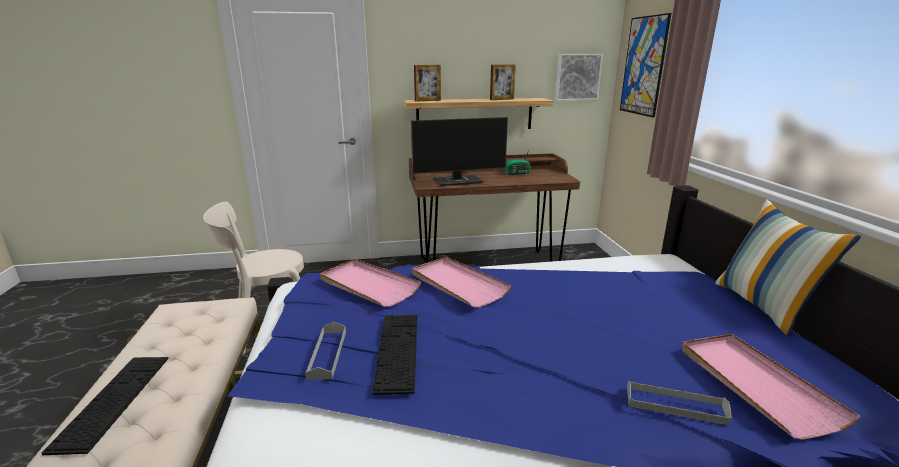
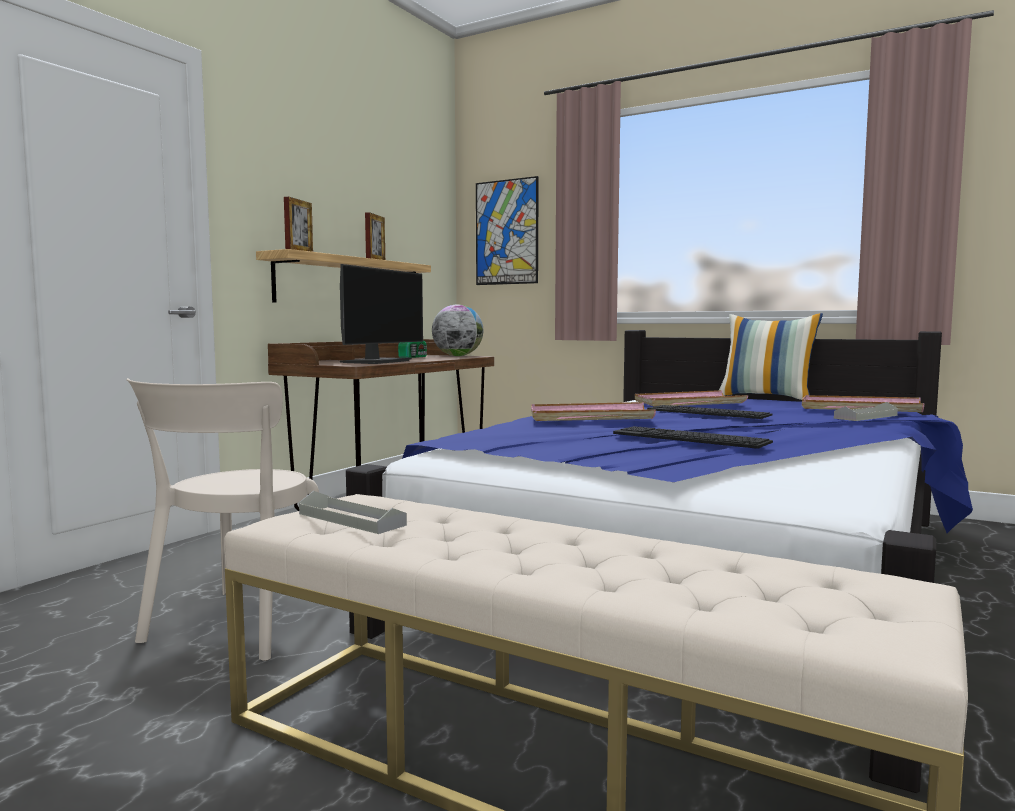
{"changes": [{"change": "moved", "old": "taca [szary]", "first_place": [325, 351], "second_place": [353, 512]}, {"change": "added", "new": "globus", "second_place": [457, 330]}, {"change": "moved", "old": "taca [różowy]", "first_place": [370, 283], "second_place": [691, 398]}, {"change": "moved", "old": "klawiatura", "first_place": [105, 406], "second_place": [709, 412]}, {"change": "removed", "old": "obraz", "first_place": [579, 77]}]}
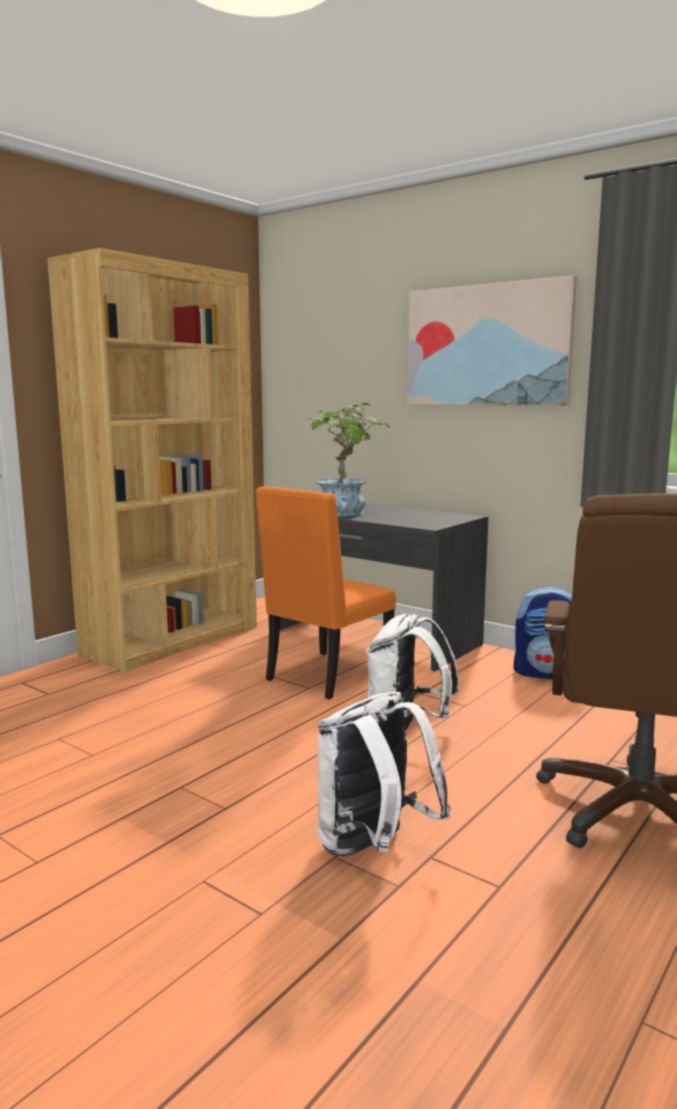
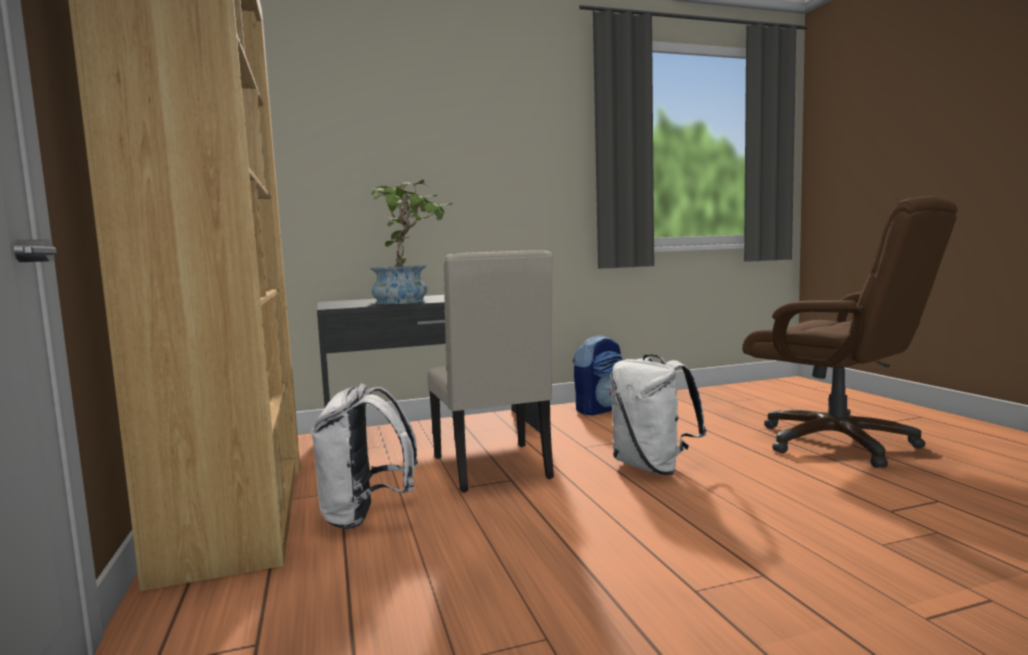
{"changes": [{"change": "moved", "old": "plecak [biały]", "first_place": [384, 774], "second_place": [364, 456]}, {"change": "recoloured", "old": "krzesło [pomarańczowy]", "new": "krzesło [beżowy]", "first_place": [326, 593], "second_place": [490, 371]}, {"change": "removed", "old": "obraz", "first_place": [492, 340]}]}
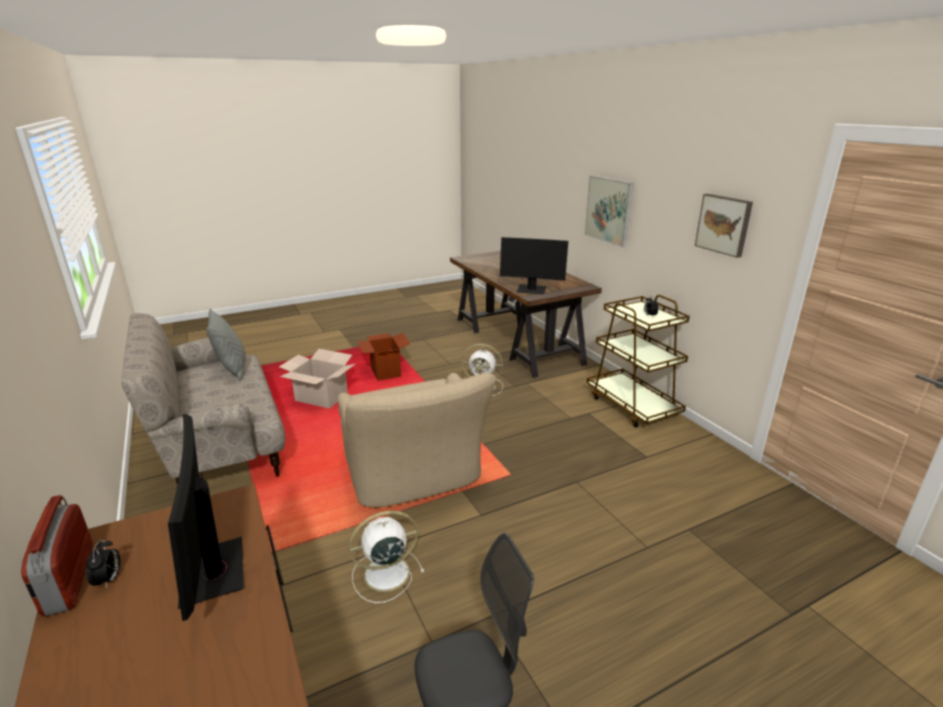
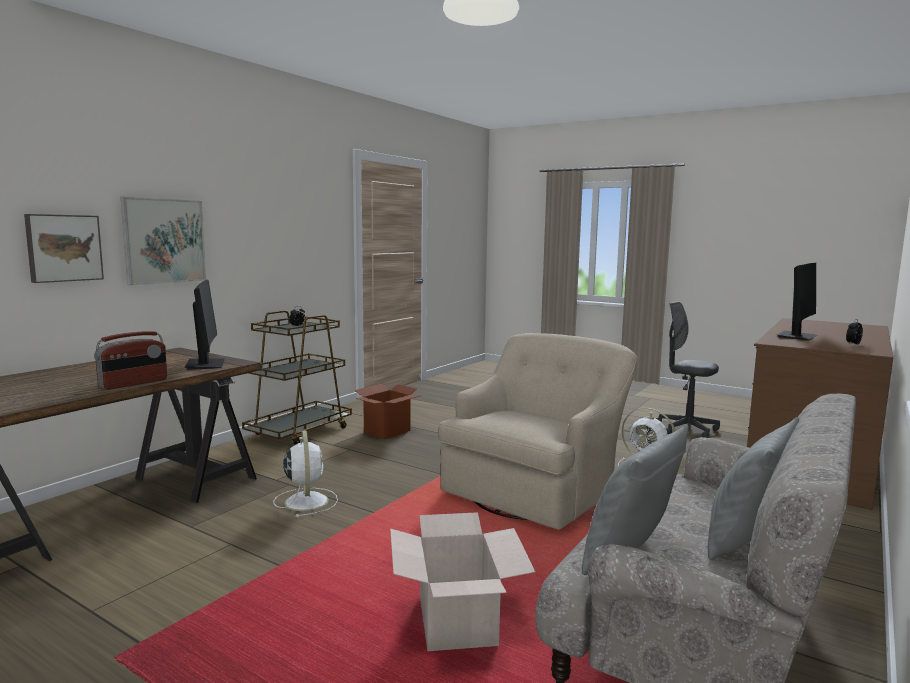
{"changes": [{"change": "moved", "old": "obraz", "first_place": [724, 226], "second_place": [64, 248]}, {"change": "moved", "old": "radio", "first_place": [57, 556], "second_place": [130, 360]}, {"change": "moved", "old": "karton", "first_place": [384, 356], "second_place": [386, 412]}, {"change": "added", "new": "poduszka [szary]", "second_place": [753, 488]}]}
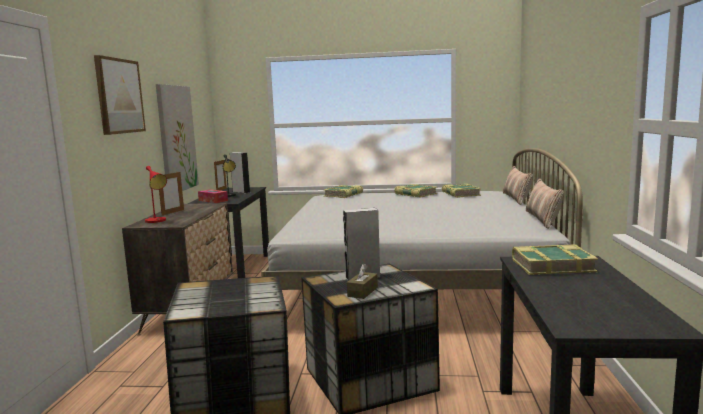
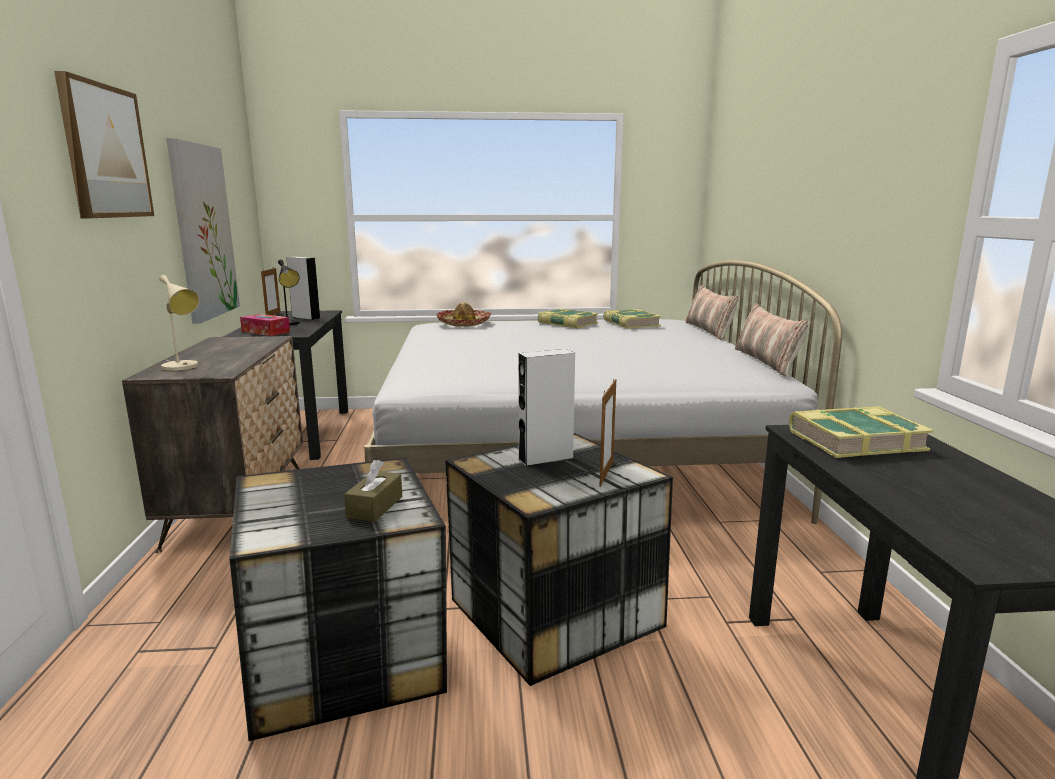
{"changes": [{"change": "recoloured", "old": "lampa stołowa [czerwony]", "new": "lampa stołowa [beżowy]", "first_place": [156, 194], "second_place": [179, 323]}, {"change": "moved", "old": "pudełko chusteczek [brązowy]", "first_place": [362, 281], "second_place": [373, 491]}, {"change": "replaced", "old": "książka", "new": "kapelusz", "first_place": [343, 191], "second_place": [464, 314]}, {"change": "moved", "old": "ramka na zdjęcie", "first_place": [171, 193], "second_place": [607, 432]}]}
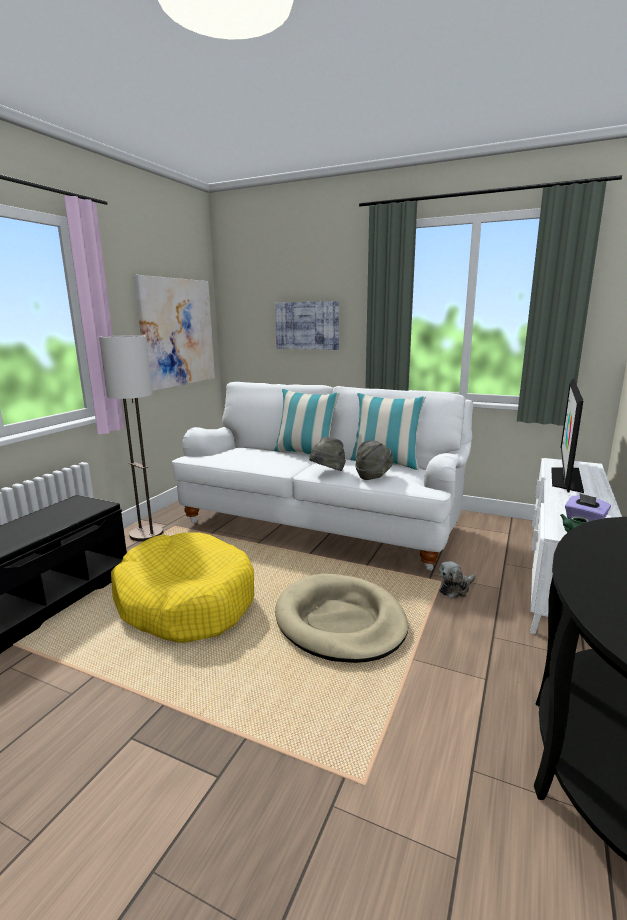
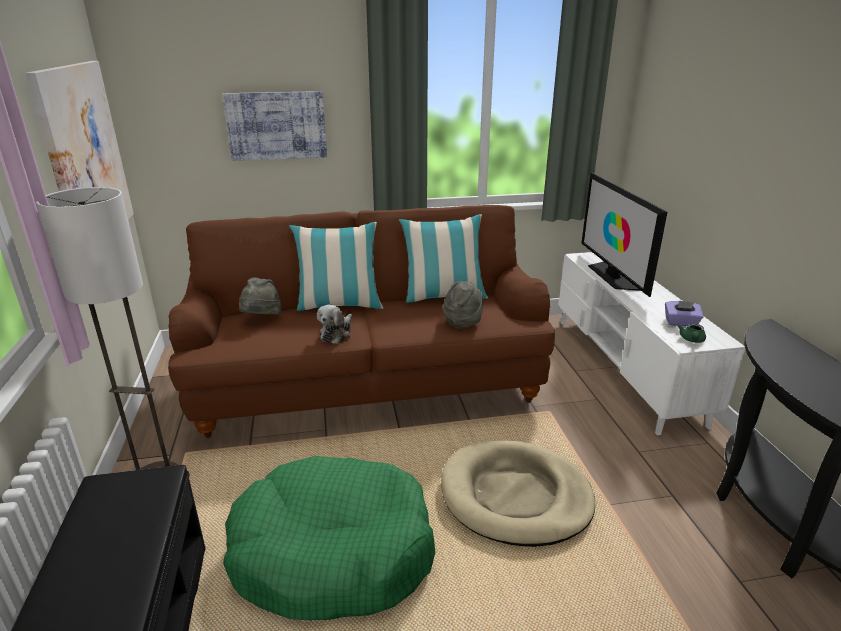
{"changes": [{"change": "recoloured", "old": "kanapa [biały]", "new": "kanapa [brązowy]", "first_place": [322, 476], "second_place": [361, 321]}, {"change": "recoloured", "old": "legowisko [żółty]", "new": "legowisko [zielony]", "first_place": [182, 588], "second_place": [329, 538]}, {"change": "moved", "old": "kapelusz [szary]", "first_place": [327, 454], "second_place": [260, 296]}, {"change": "moved", "old": "pluszak", "first_place": [457, 580], "second_place": [334, 324]}]}
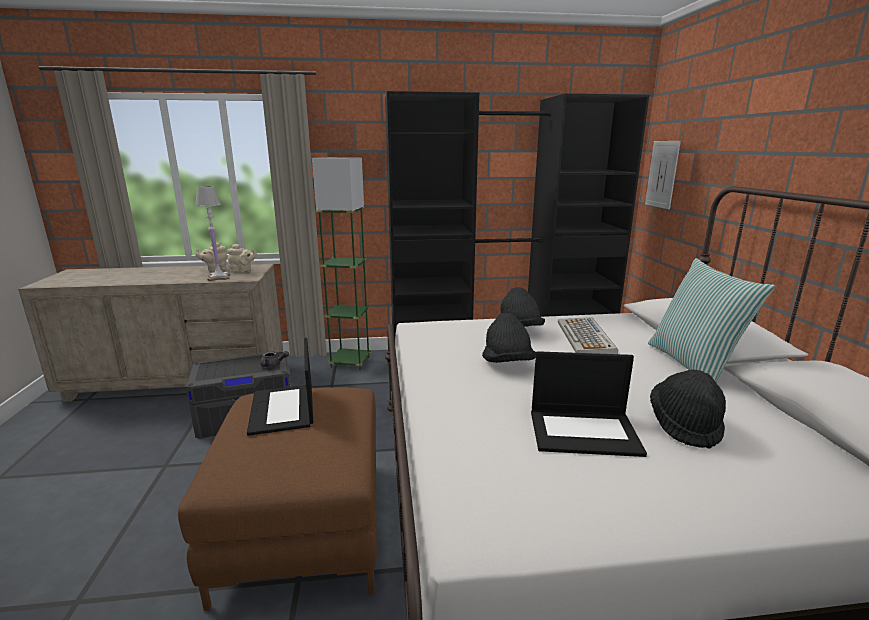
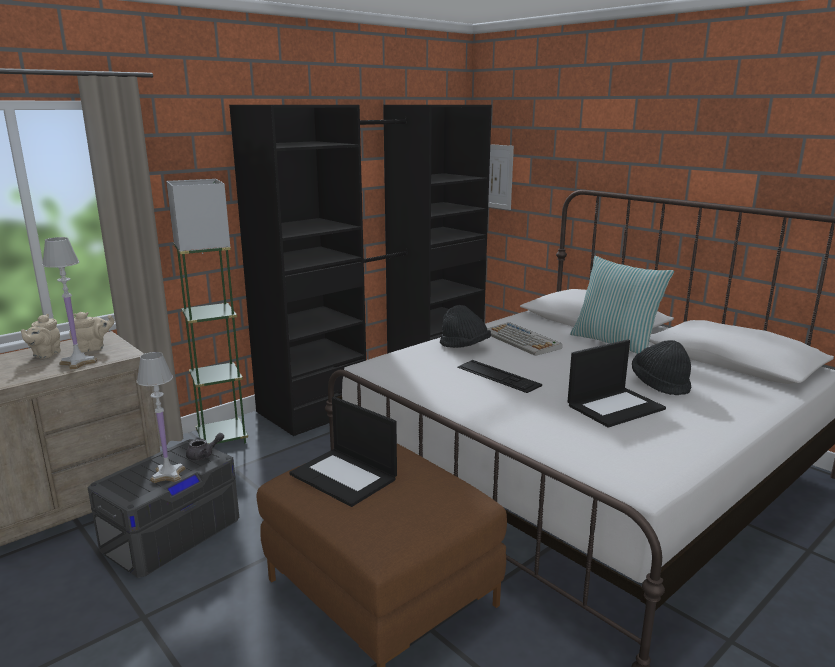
{"changes": [{"change": "added", "new": "lampa stołowa [biały]", "second_place": [161, 417]}, {"change": "replaced", "old": "kapelusz [czarny]", "new": "klawiatura", "first_place": [509, 338], "second_place": [499, 376]}]}
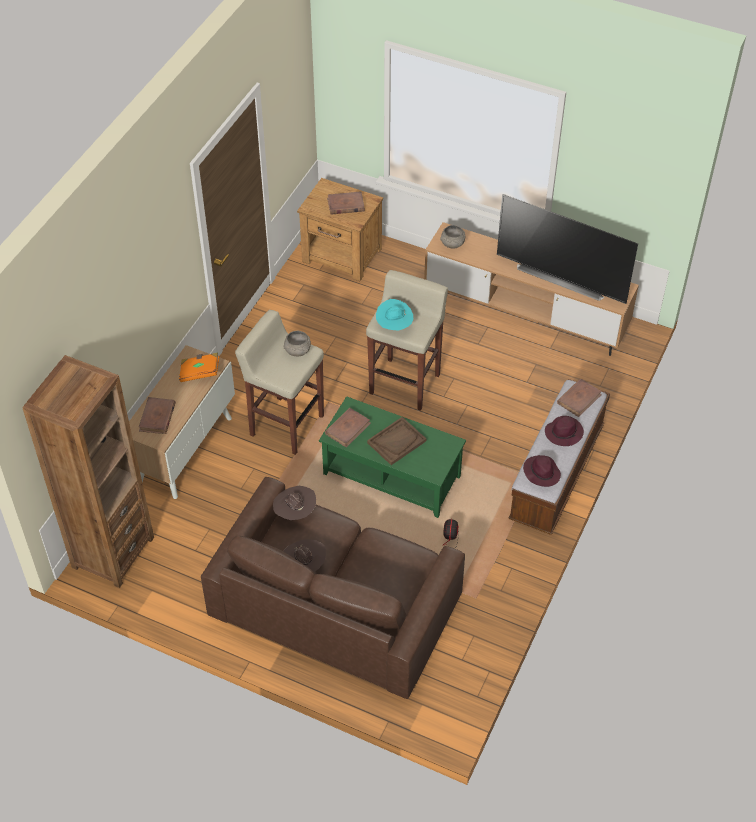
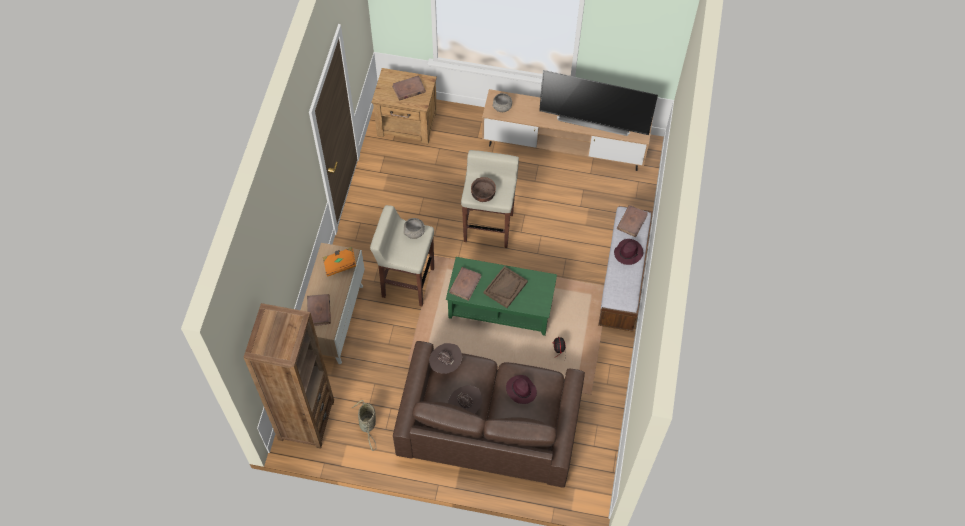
{"changes": [{"change": "added", "new": "koszyk", "second_place": [364, 425]}, {"change": "replaced", "old": "kapelusz [turkusowy]", "new": "miska [brązowy]", "first_place": [394, 314], "second_place": [483, 189]}, {"change": "moved", "old": "kapelusz [fioletowy]", "first_place": [542, 471], "second_place": [521, 389]}]}
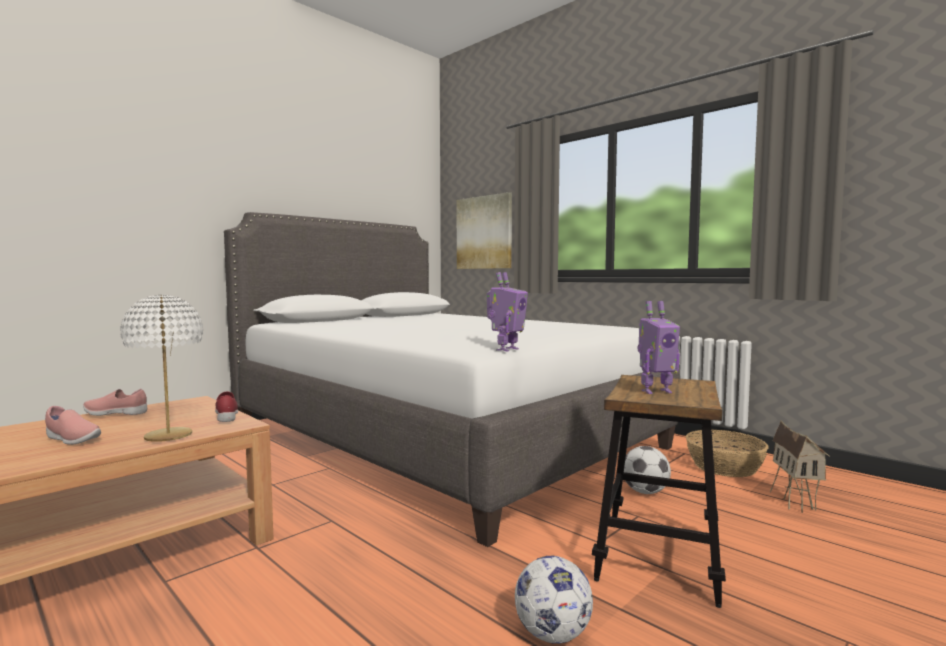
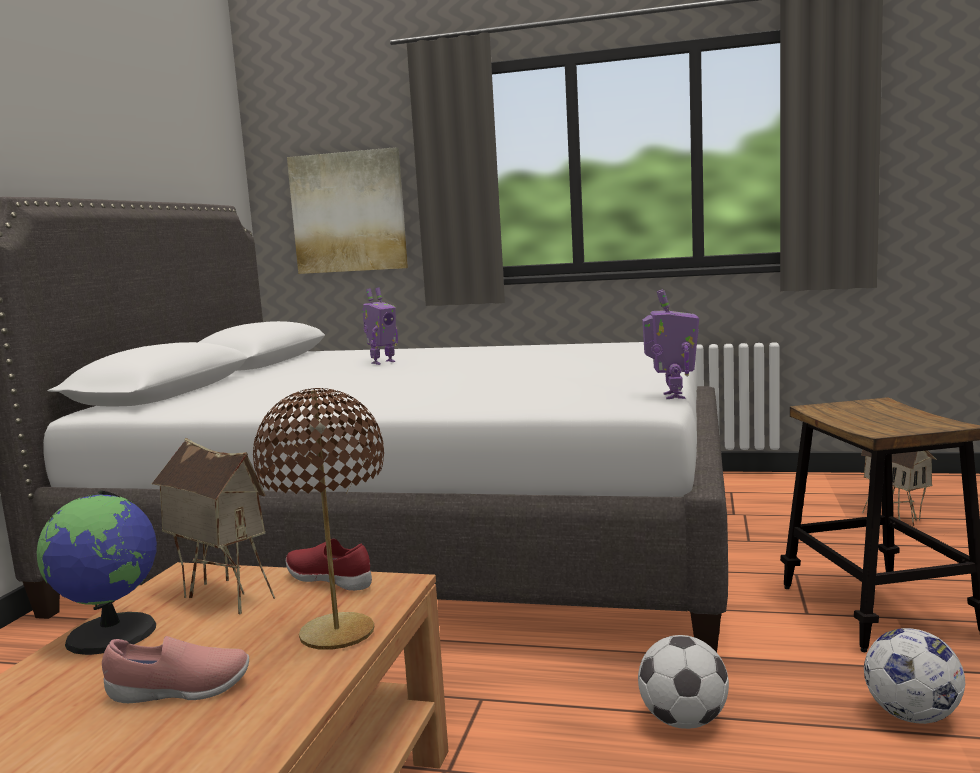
{"changes": [{"change": "replaced", "old": "but [różowy]", "new": "globus", "first_place": [115, 402], "second_place": [97, 573]}, {"change": "added", "new": "domek", "second_place": [213, 526]}, {"change": "recoloured", "old": "lampa stołowa [biały]", "new": "lampa stołowa [brązowy]", "first_place": [161, 368], "second_place": [318, 519]}, {"change": "moved", "old": "robot zabawkowy", "first_place": [658, 347], "second_place": [380, 326]}, {"change": "moved", "old": "piłka futbolowa", "first_place": [647, 470], "second_place": [683, 682]}, {"change": "removed", "old": "koszyk", "first_place": [727, 453]}]}
